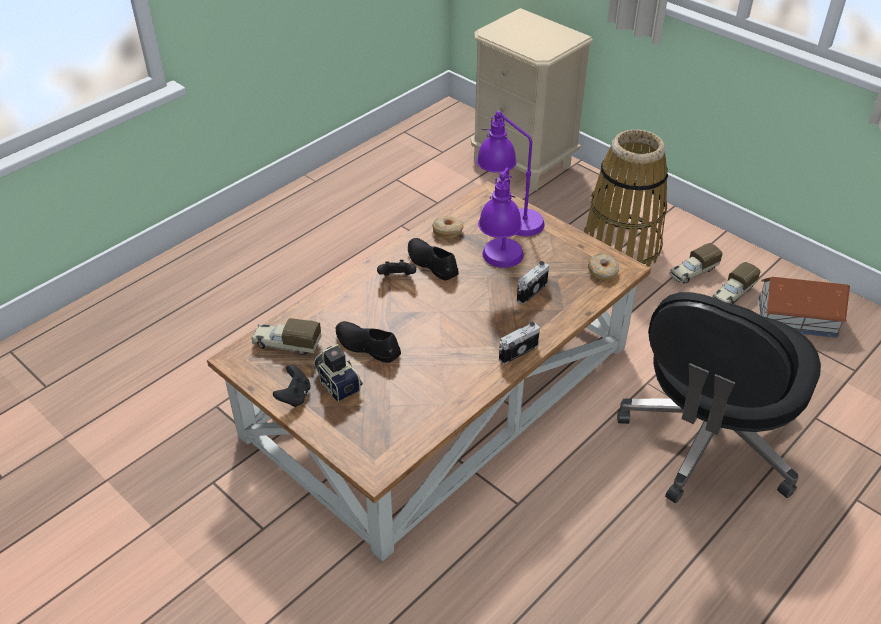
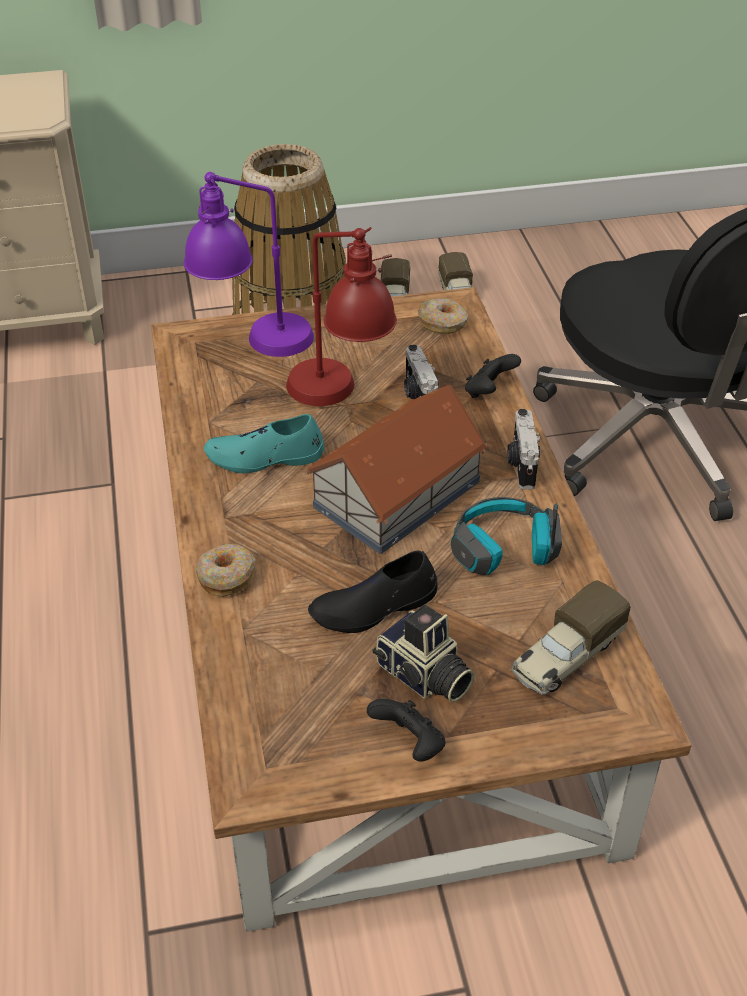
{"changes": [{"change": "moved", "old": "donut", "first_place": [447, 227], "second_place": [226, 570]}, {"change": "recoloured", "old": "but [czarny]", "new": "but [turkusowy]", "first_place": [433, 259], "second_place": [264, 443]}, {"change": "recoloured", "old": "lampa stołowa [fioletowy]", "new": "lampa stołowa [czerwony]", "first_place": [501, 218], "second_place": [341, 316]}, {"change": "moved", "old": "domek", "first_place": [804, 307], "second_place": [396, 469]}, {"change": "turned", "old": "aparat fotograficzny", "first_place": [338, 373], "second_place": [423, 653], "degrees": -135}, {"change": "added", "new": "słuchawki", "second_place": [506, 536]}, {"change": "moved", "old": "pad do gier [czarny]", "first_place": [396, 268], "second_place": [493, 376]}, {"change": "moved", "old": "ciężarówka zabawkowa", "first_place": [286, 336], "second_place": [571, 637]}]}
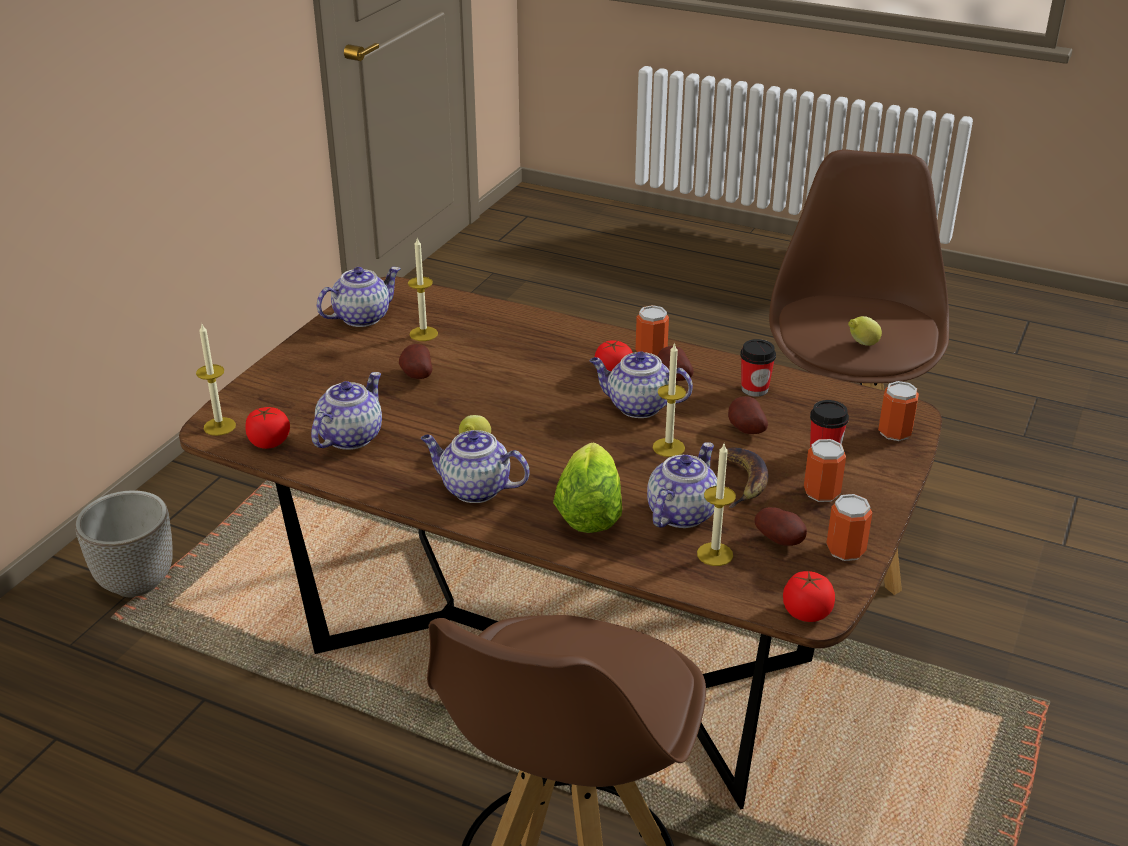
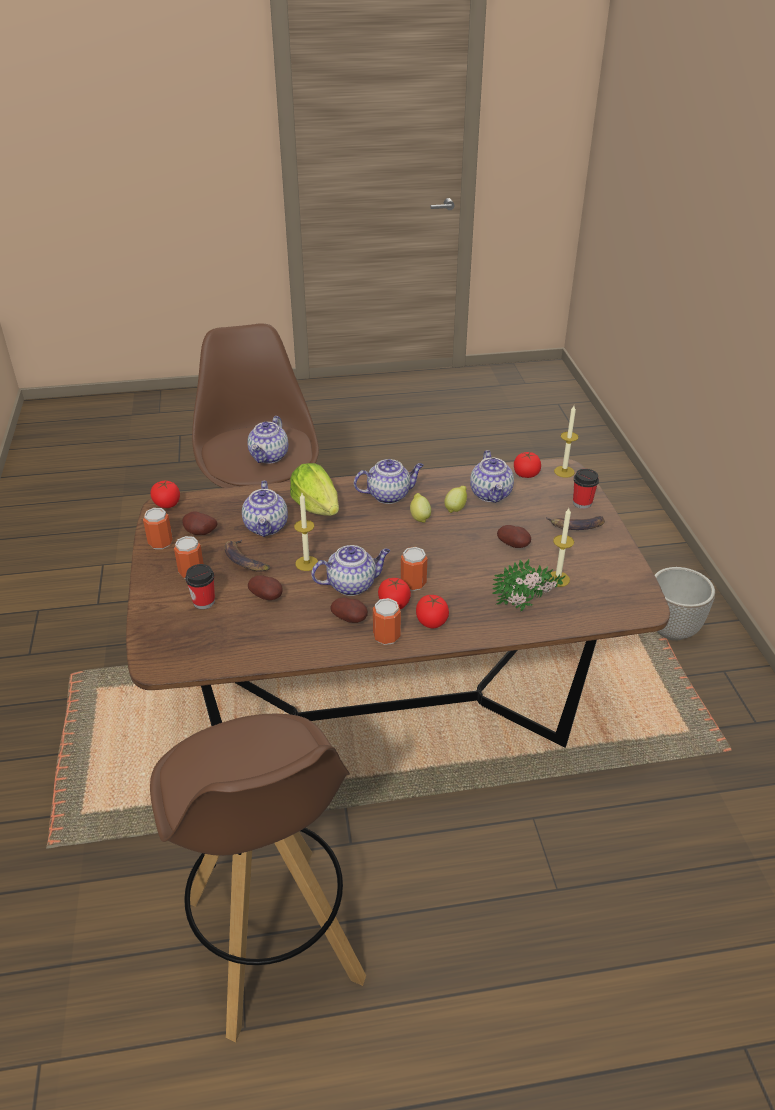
{"changes": [{"change": "moved", "old": "imbryk", "first_place": [359, 297], "second_place": [267, 440]}, {"change": "moved", "old": "puszka", "first_place": [898, 411], "second_place": [414, 569]}, {"change": "added", "new": "pomidor", "second_place": [432, 611]}, {"change": "moved", "old": "cytryna", "first_place": [865, 331], "second_place": [455, 499]}, {"change": "added", "new": "roślina doniczkowa", "second_place": [529, 585]}, {"change": "added", "new": "banan", "second_place": [575, 523]}, {"change": "moved", "old": "filiżanka", "first_place": [758, 368], "second_place": [586, 489]}, {"change": "removed", "old": "świeca", "first_place": [716, 504]}]}
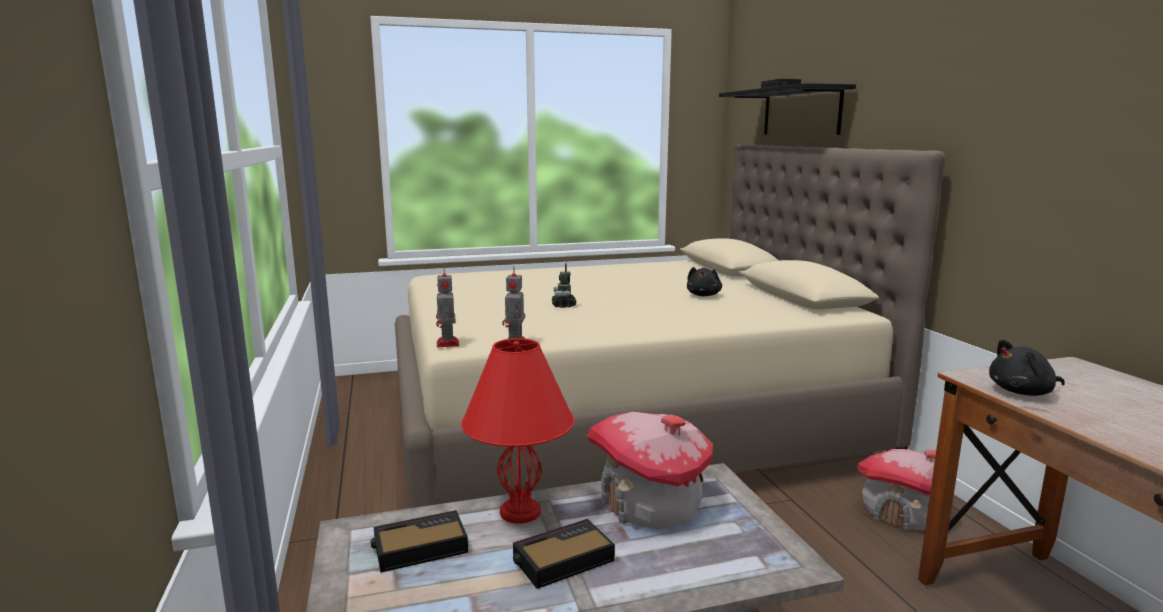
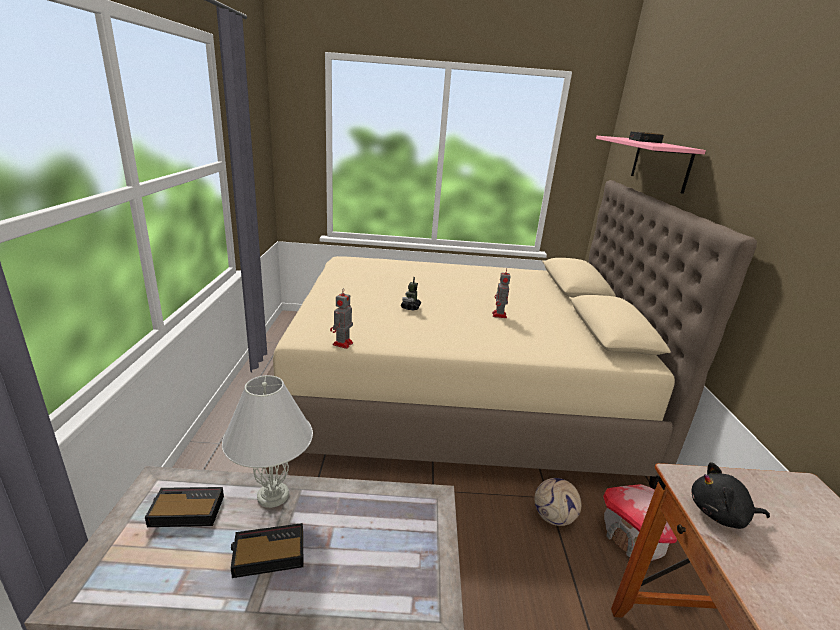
{"changes": [{"change": "recoloured", "old": "lampa stołowa [czerwony]", "new": "lampa stołowa [biały]", "first_place": [517, 431], "second_place": [267, 441]}, {"change": "moved", "old": "robot zabawkowy", "first_place": [447, 309], "second_place": [501, 293]}, {"change": "added", "new": "piłka futbolowa", "second_place": [557, 502]}, {"change": "recoloured", "old": "półka [czarny]", "new": "półka [różowy]", "first_place": [787, 109], "second_place": [651, 165]}, {"change": "removed", "old": "domek", "first_place": [650, 470]}, {"change": "removed", "old": "pluszak [czarny]", "first_place": [704, 281]}]}
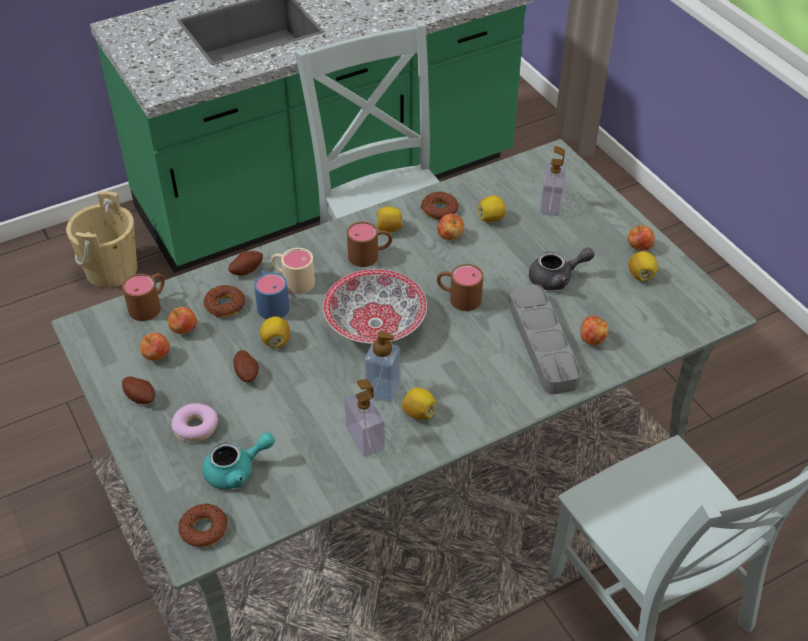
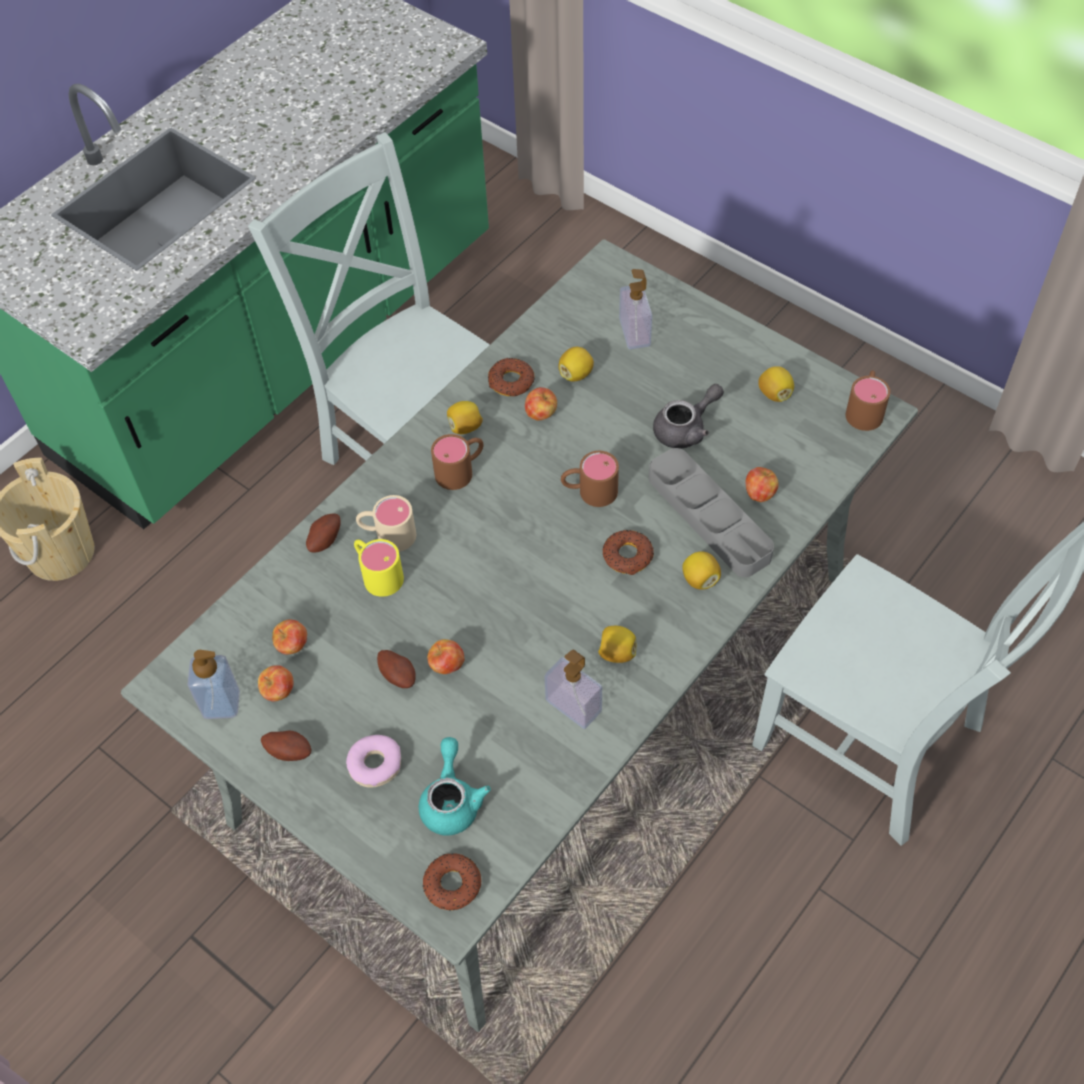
{"changes": [{"change": "moved", "old": "dozownik mydła", "first_place": [382, 366], "second_place": [213, 684]}, {"change": "recoloured", "old": "kubek [niebieski]", "new": "kubek [żółty]", "first_place": [272, 294], "second_place": [379, 568]}, {"change": "turned", "old": "imbryk [turkusowy]", "first_place": [239, 461], "second_place": [455, 786], "degrees": -45}, {"change": "moved", "old": "jabłko", "first_place": [641, 238], "second_place": [446, 656]}, {"change": "moved", "old": "donut", "first_place": [224, 301], "second_place": [628, 552]}, {"change": "moved", "old": "cytryna", "first_place": [275, 332], "second_place": [701, 570]}, {"change": "moved", "old": "kubek [brązowy]", "first_place": [143, 297], "second_place": [867, 400]}, {"change": "removed", "old": "miska", "first_place": [375, 306]}]}
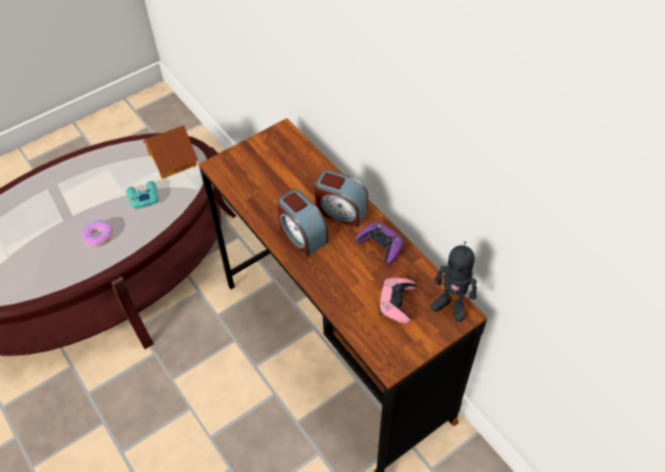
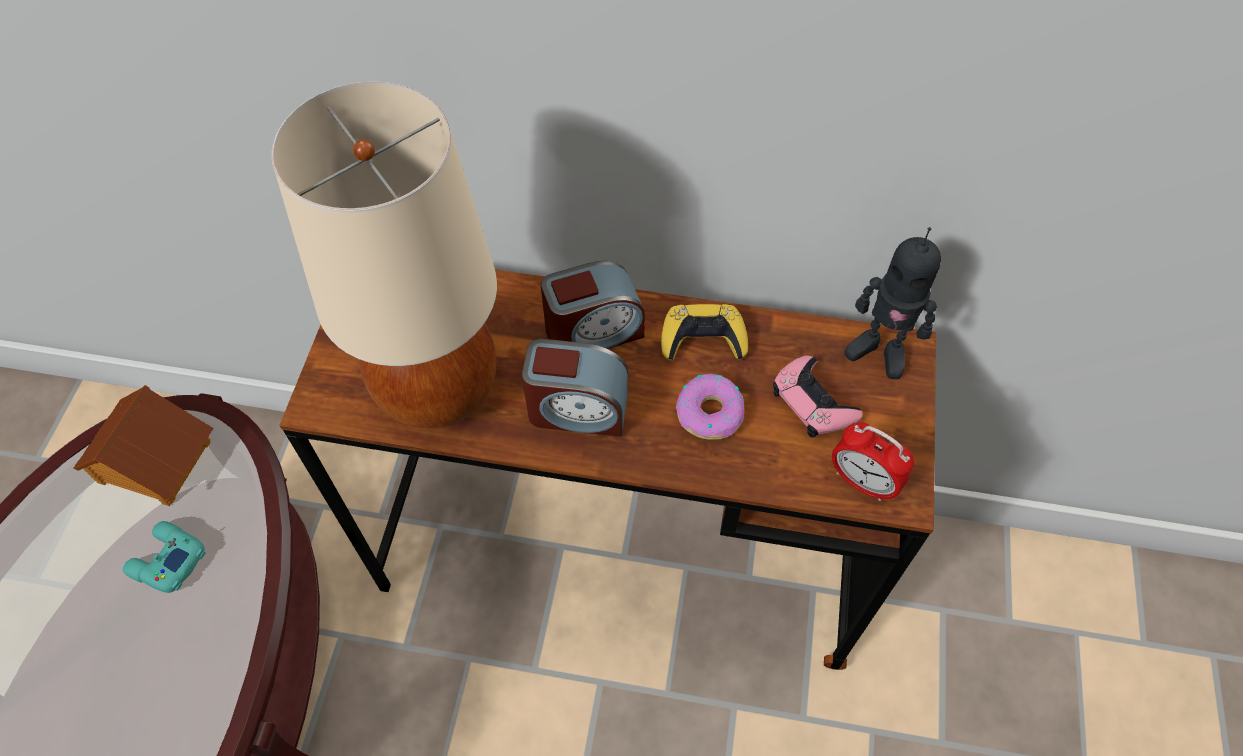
{"changes": [{"change": "added", "new": "lampa stołowa [beżowy]", "second_place": [384, 254]}, {"change": "recoloured", "old": "pad do gier [fioletowy]", "new": "pad do gier [żółty]", "first_place": [380, 243], "second_place": [704, 332]}, {"change": "moved", "old": "donut", "first_place": [97, 233], "second_place": [710, 407]}, {"change": "added", "new": "budzik", "second_place": [873, 461]}, {"change": "turned", "old": "robot zabawkowy", "first_place": [454, 282], "second_place": [892, 303], "degrees": 45}]}
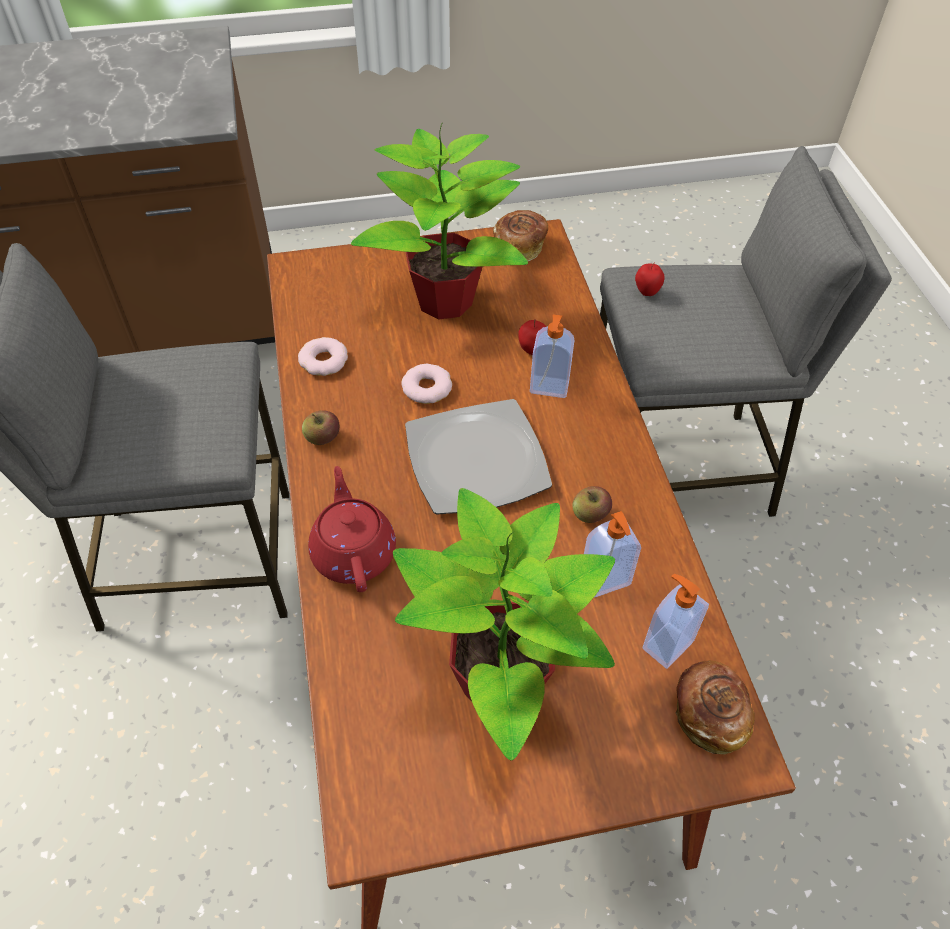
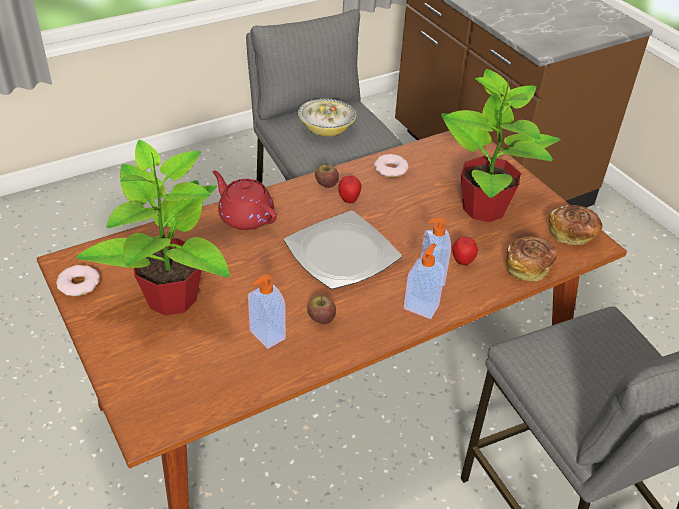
{"changes": [{"change": "moved", "old": "donut", "first_place": [426, 384], "second_place": [78, 280]}, {"change": "turned", "old": "imbryk [czerwony]", "first_place": [352, 529], "second_place": [245, 200], "degrees": -105}, {"change": "added", "new": "miska", "second_place": [327, 117]}, {"change": "moved", "old": "jabłko", "first_place": [650, 279], "second_place": [349, 189]}, {"change": "moved", "old": "dozownik mydła", "first_place": [675, 621], "second_place": [424, 281]}, {"change": "moved", "old": "chleb", "first_place": [715, 707], "second_place": [531, 258]}]}
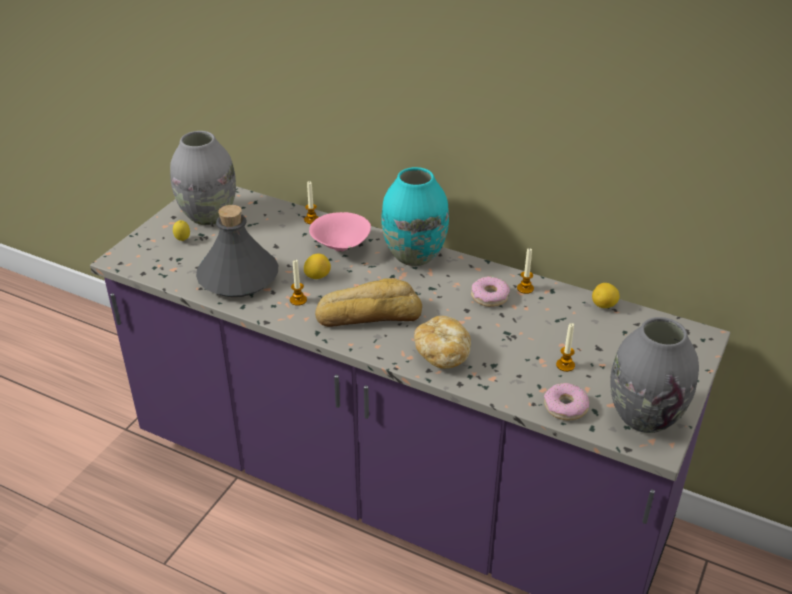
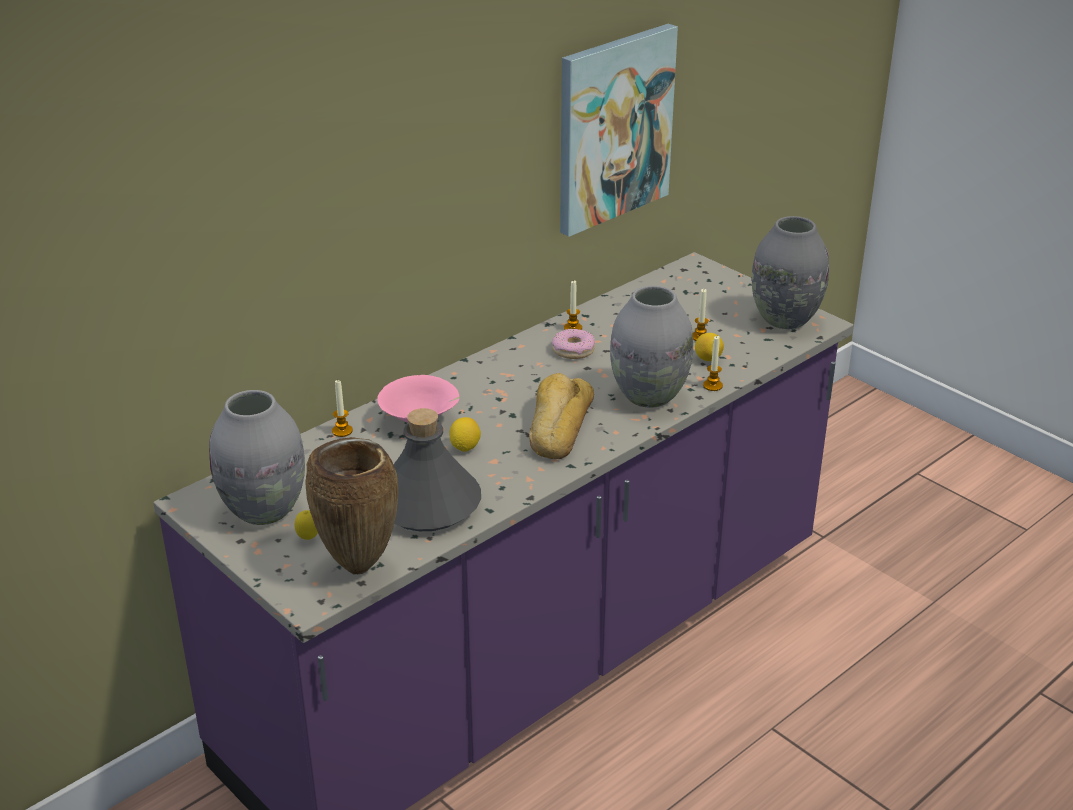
{"changes": [{"change": "added", "new": "wazon [brązowy]", "second_place": [351, 505]}, {"change": "added", "new": "obraz", "second_place": [619, 130]}, {"change": "replaced", "old": "chleb", "new": "wazon [szary]", "first_place": [442, 342], "second_place": [651, 347]}, {"change": "moved", "old": "cytryna", "first_place": [606, 295], "second_place": [709, 347]}, {"change": "moved", "old": "świeca", "first_place": [298, 283], "second_place": [713, 363]}, {"change": "removed", "old": "wazon [turkusowy]", "first_place": [415, 216]}, {"change": "removed", "old": "donut", "first_place": [566, 401]}]}
